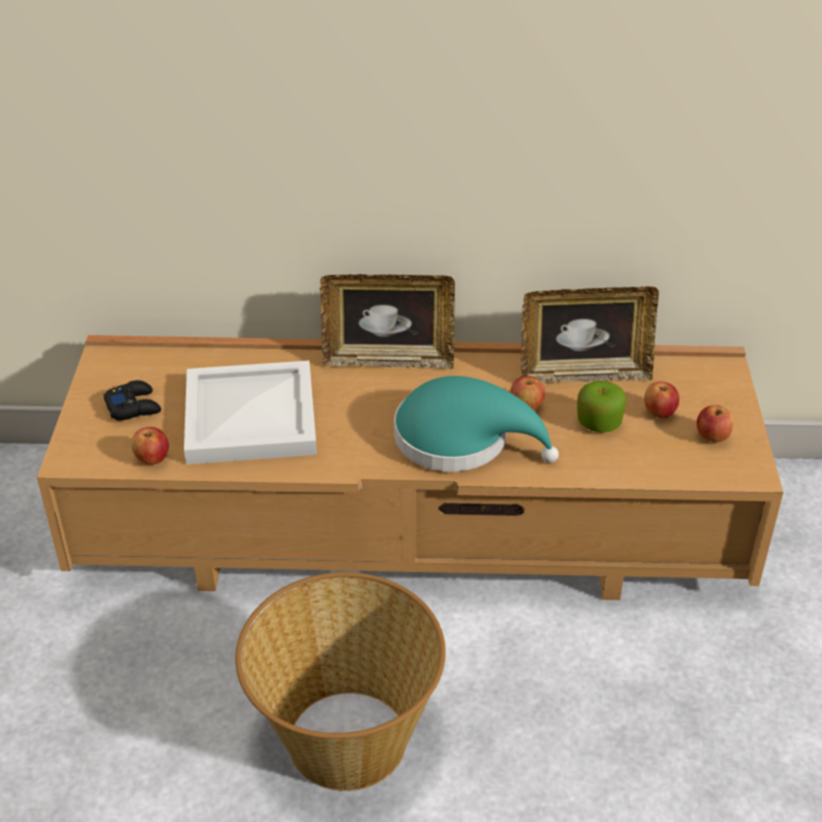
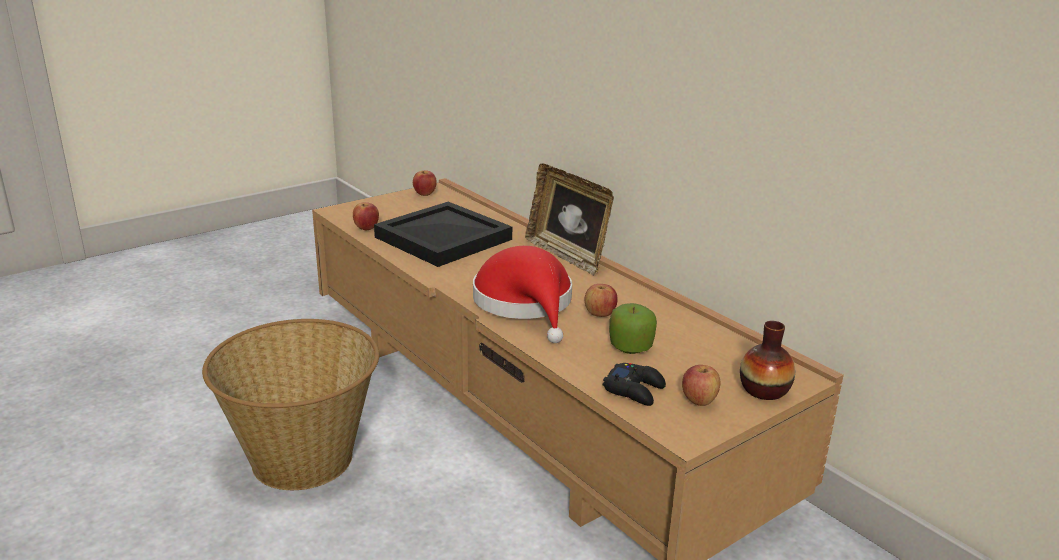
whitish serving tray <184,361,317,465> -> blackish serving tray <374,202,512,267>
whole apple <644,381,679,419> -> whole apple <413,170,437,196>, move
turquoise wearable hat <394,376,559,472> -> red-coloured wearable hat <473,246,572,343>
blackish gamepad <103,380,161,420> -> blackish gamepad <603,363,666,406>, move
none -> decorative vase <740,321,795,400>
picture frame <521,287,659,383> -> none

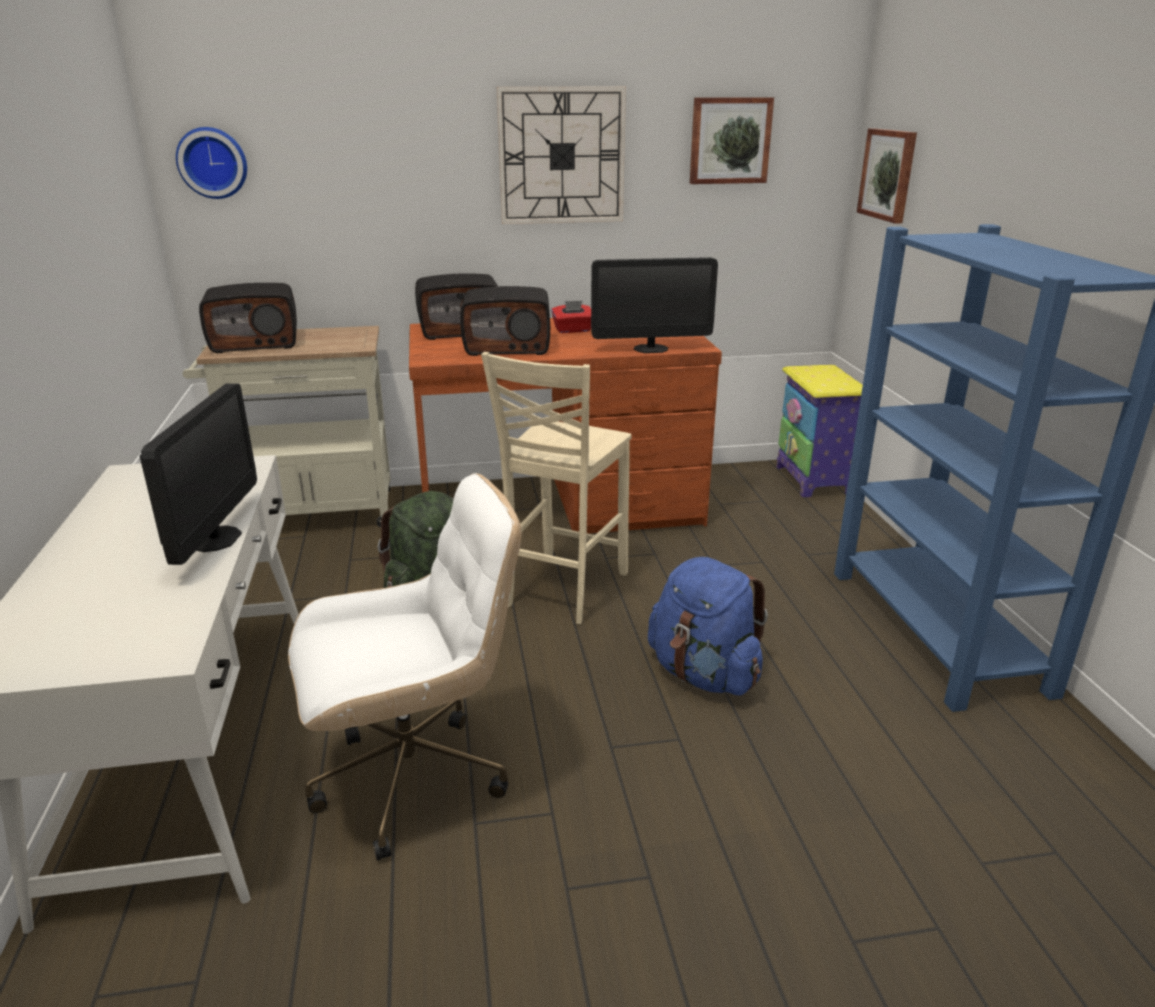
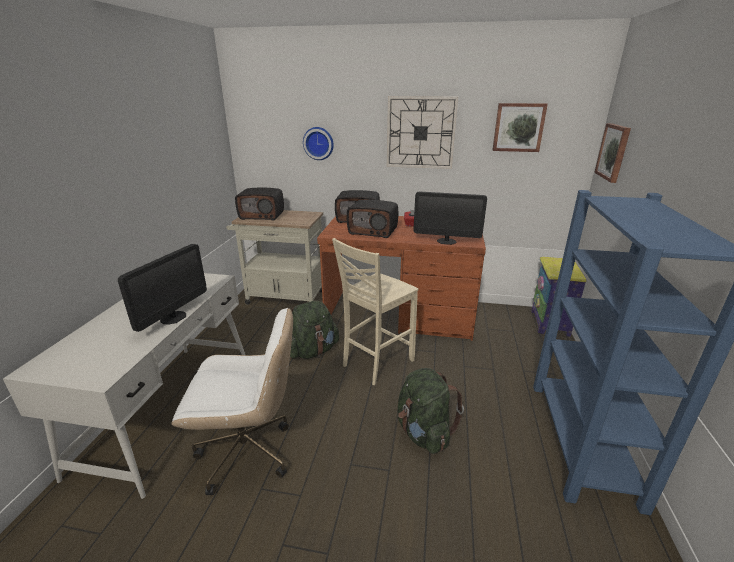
clock on the wall <176,127,247,199> -> clock on the wall <303,127,334,160>, move
bluish backpack <648,557,768,696> -> green-coloured backpack <398,368,464,454>

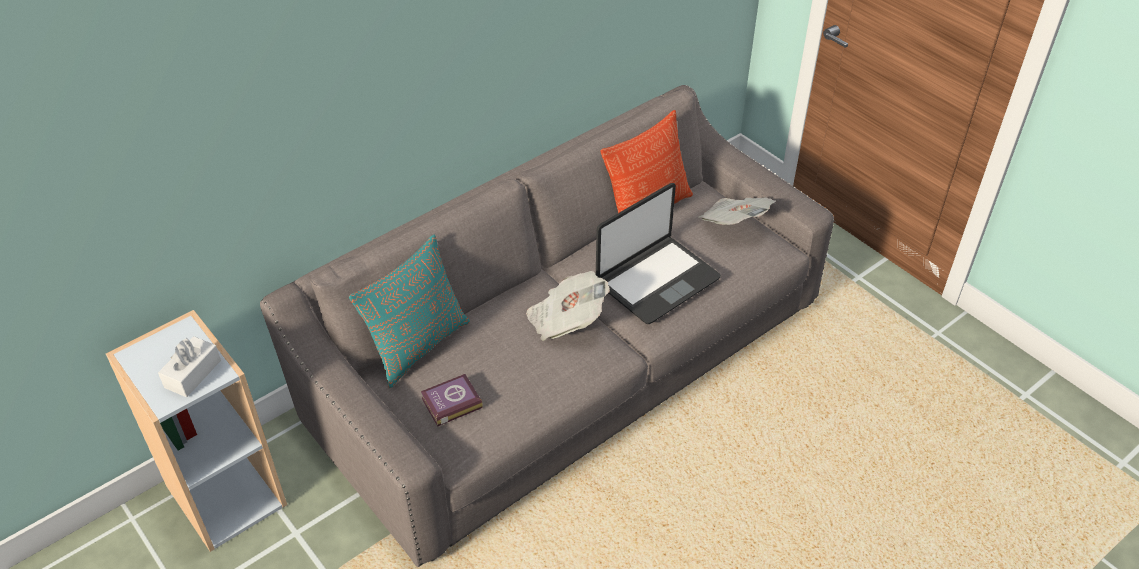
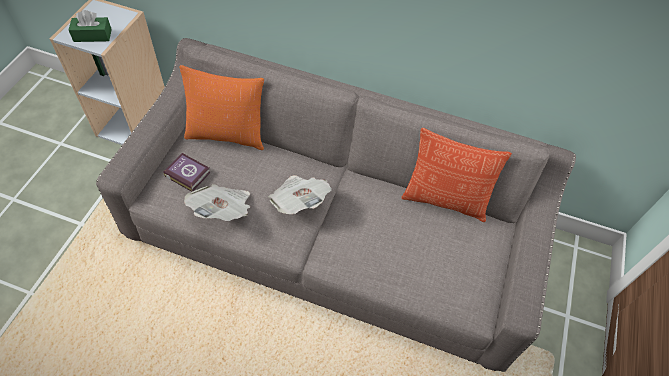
whitish tissue box <158,336,221,397> -> green-coloured tissue box <69,10,112,42>
turquoise throw pillow <349,235,470,388> -> orangey throw pillow <180,65,264,150>
daily paper <698,197,776,225> -> daily paper <184,184,250,221>, move
laptop <596,183,721,324> -> none

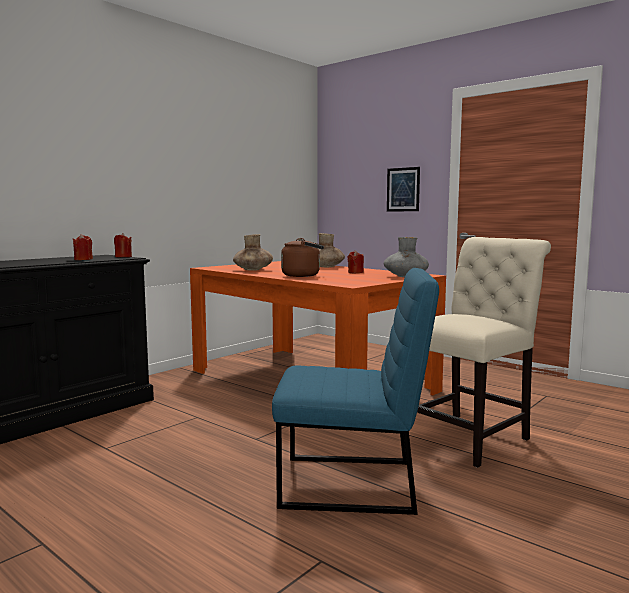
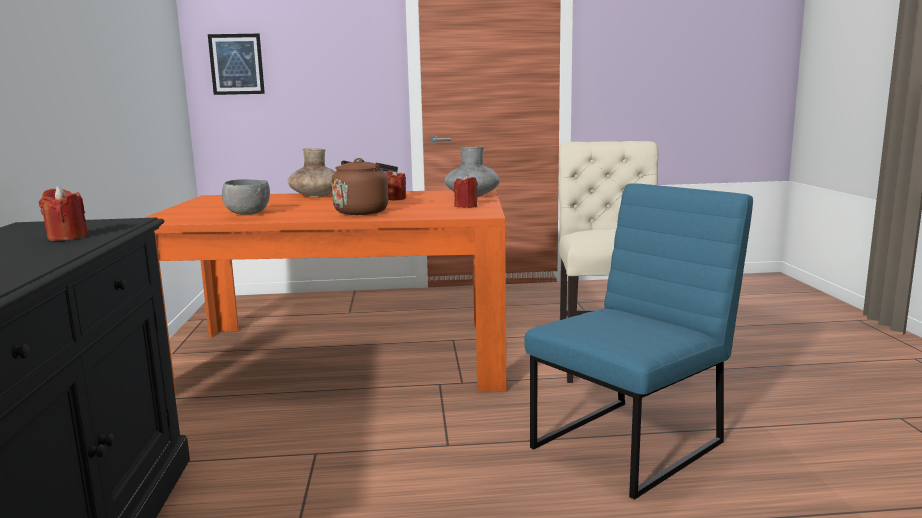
wall art <387,167,420,211> -> wall art <208,34,265,95>, move
brown decorative vase <233,234,273,271> -> grey serving bowl <222,179,270,215>
red-coloured candle <114,233,132,257> -> red-coloured candle <454,174,478,208>, move

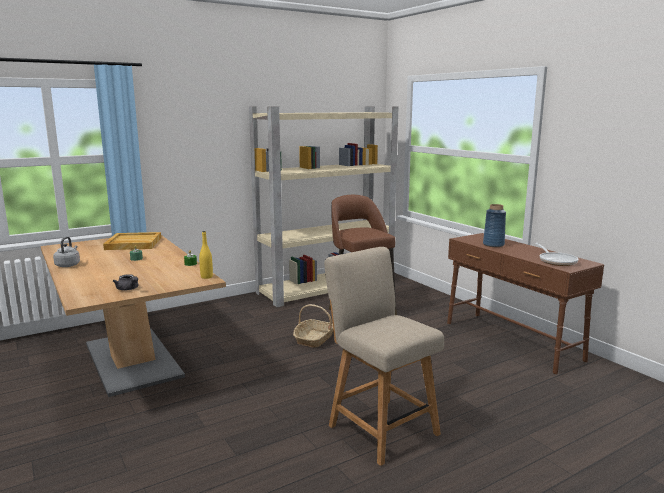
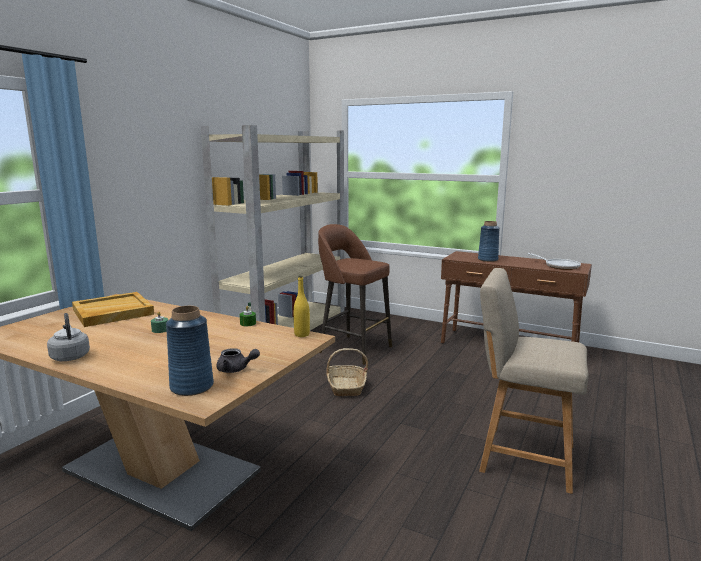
none -> bluish decorative vase <166,306,214,396>

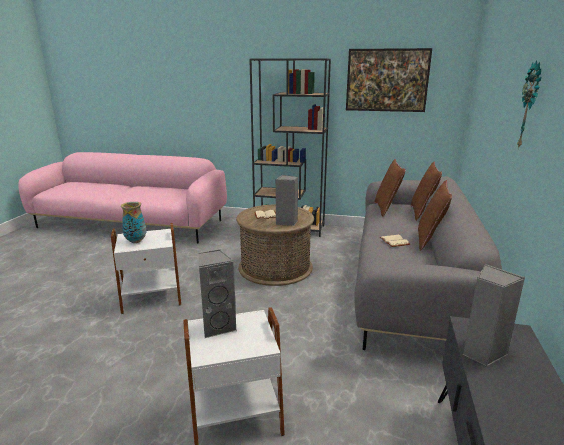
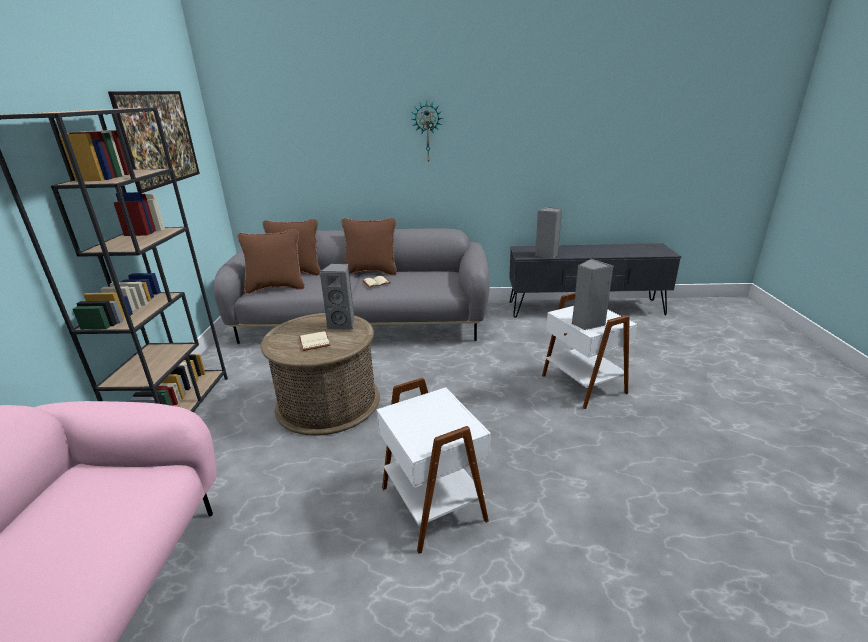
decorative vase <121,202,147,243> -> none

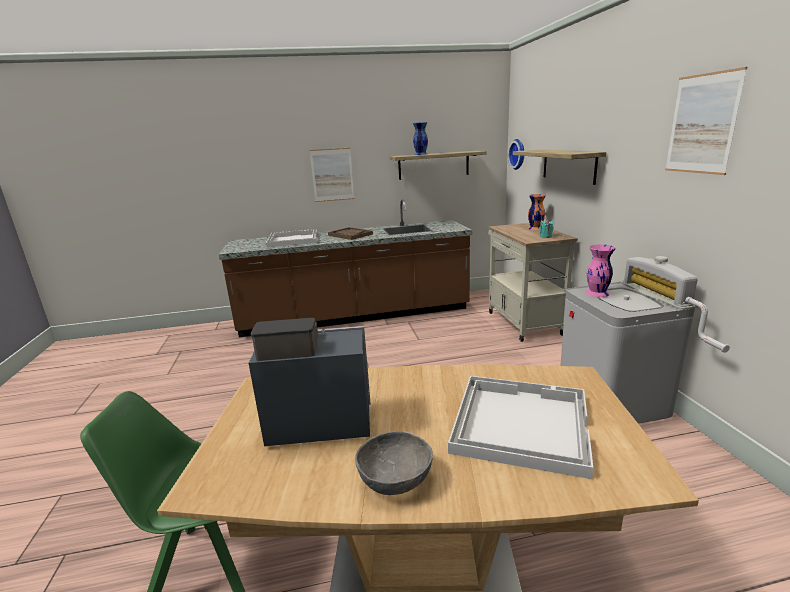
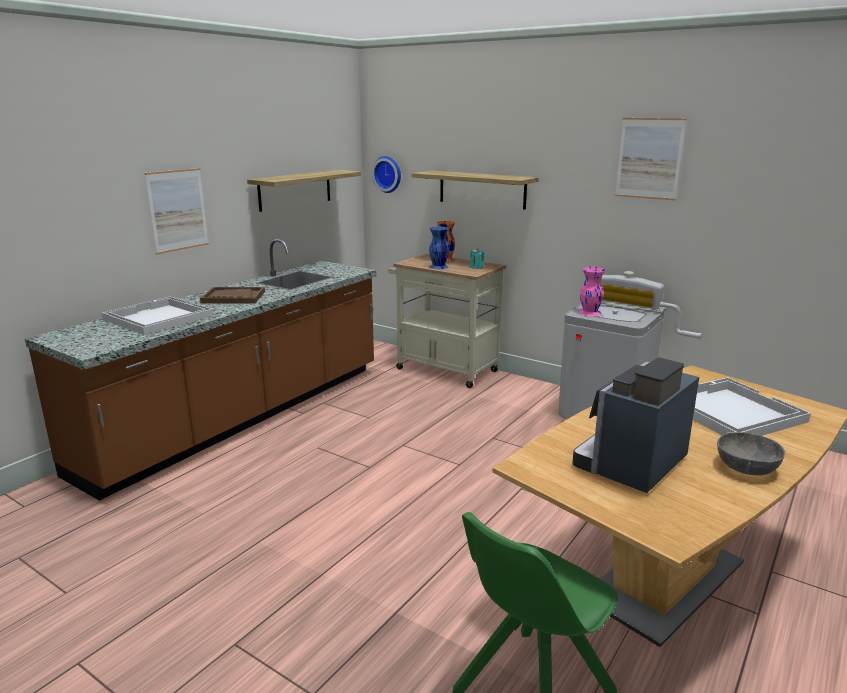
bluish decorative vase <413,122,428,155> -> bluish decorative vase <429,226,449,269>, move

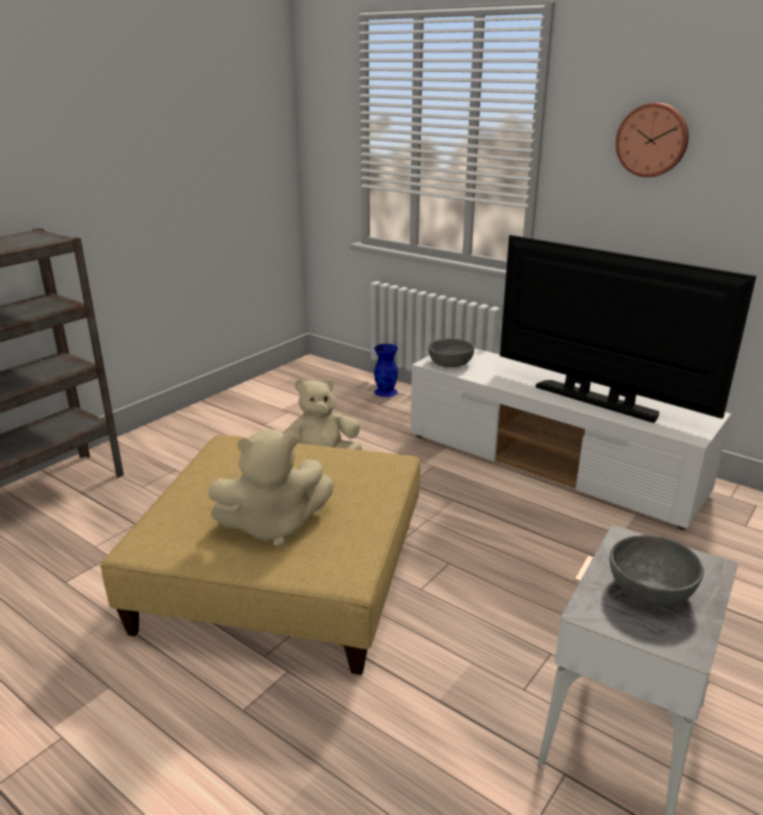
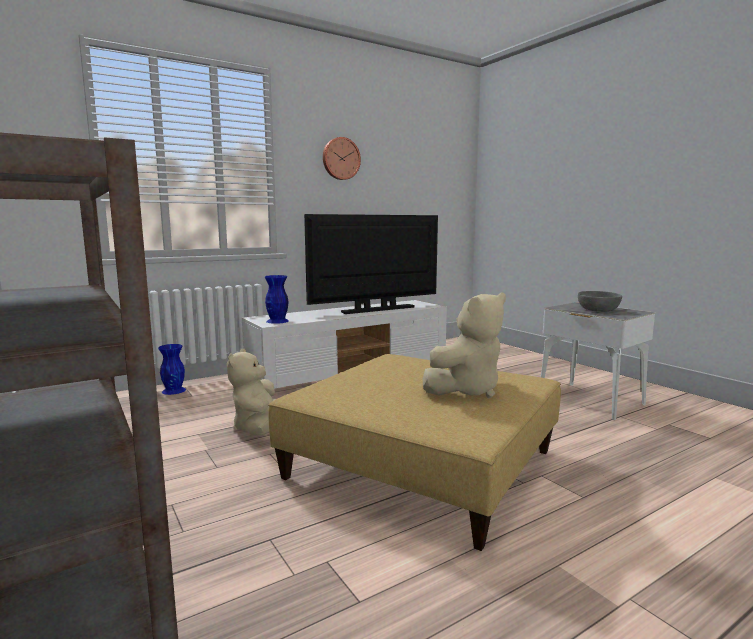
grey serving bowl <428,339,474,367> -> bluish decorative vase <265,275,289,324>
sand-coloured plush toy <208,429,334,547> -> sand-coloured plush toy <423,293,506,398>, 45 degrees clockwise

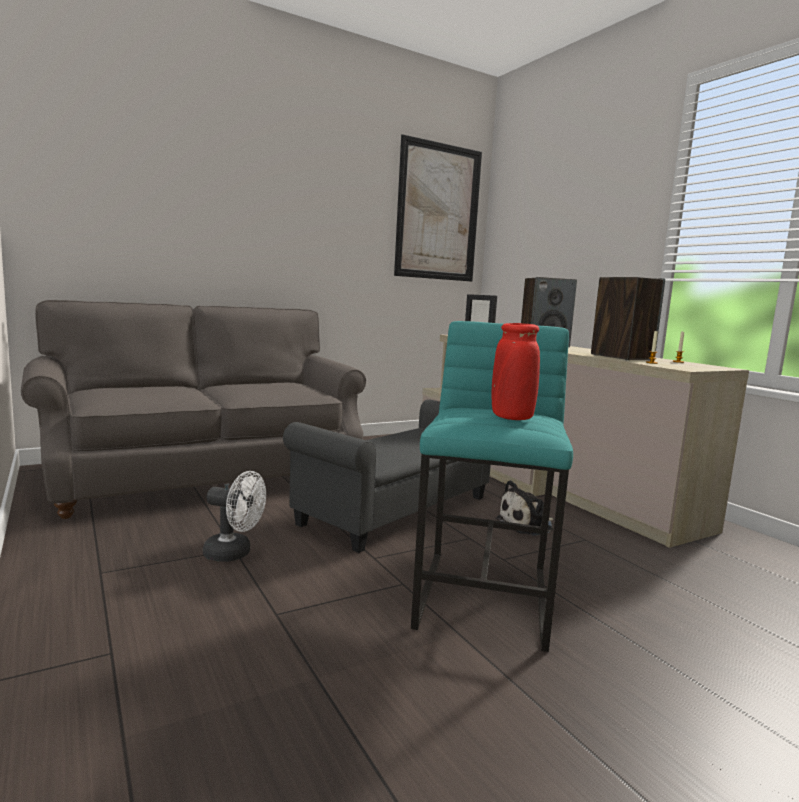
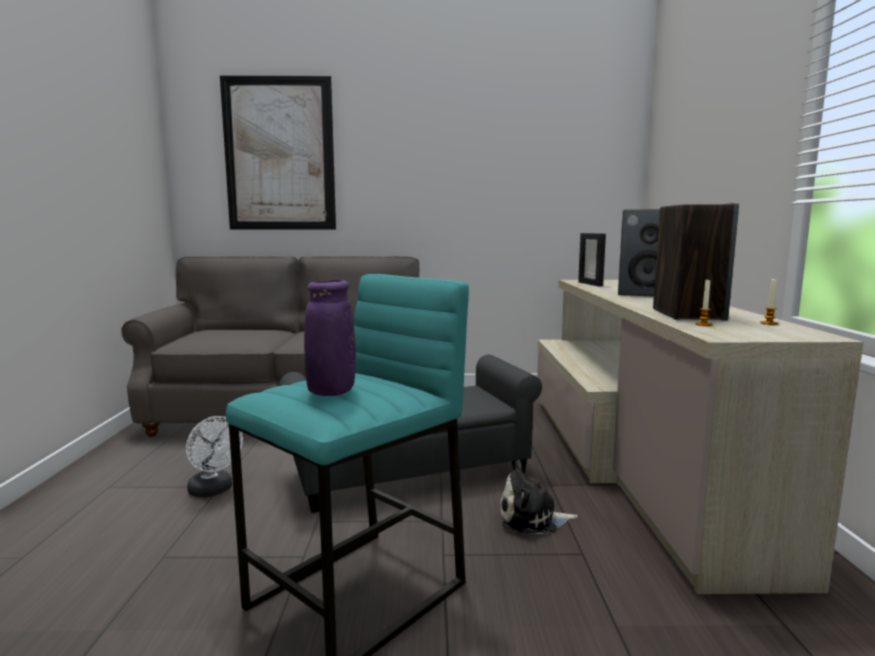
wall art <394,134,482,282> -> wall art <220,76,336,230>, move
red-coloured decorative vase <491,323,540,420> -> purplish decorative vase <304,280,356,396>

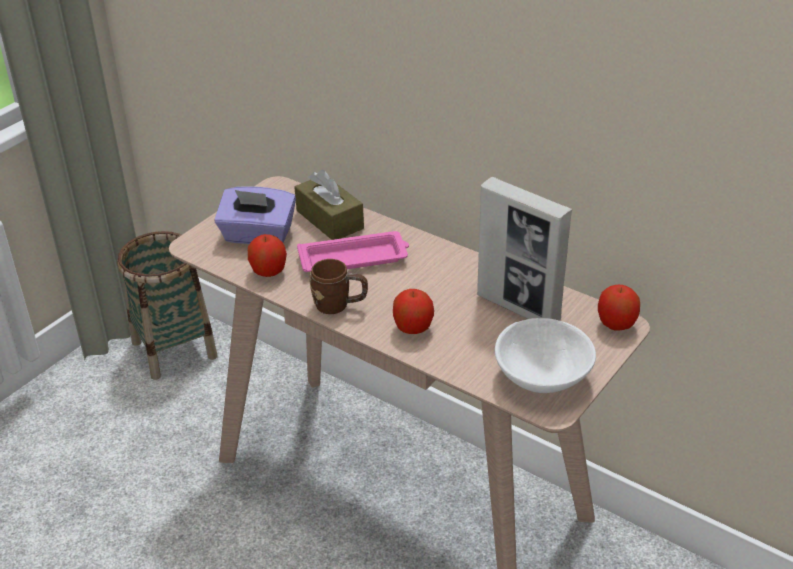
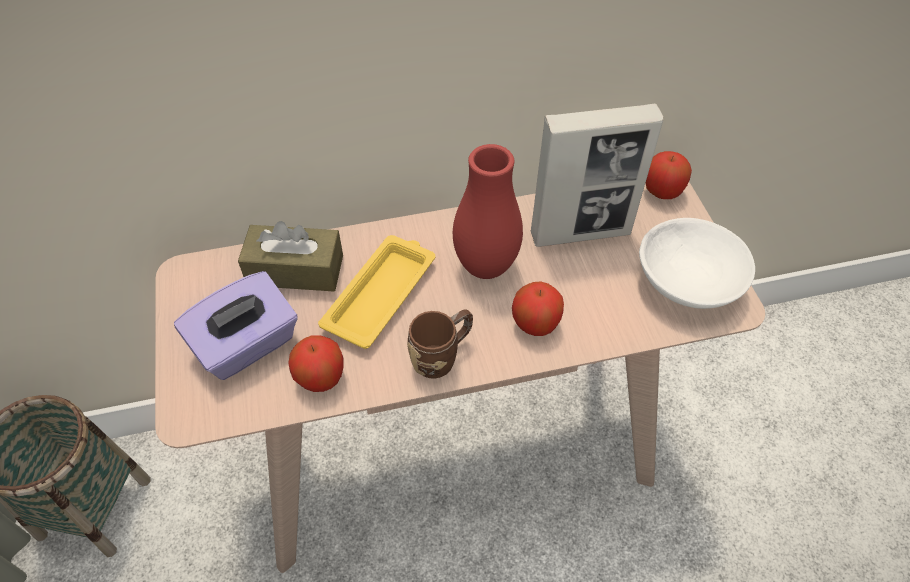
pink serving tray <297,231,409,272> -> yellow-coloured serving tray <318,235,435,349>
none -> red-coloured decorative vase <453,144,523,279>

